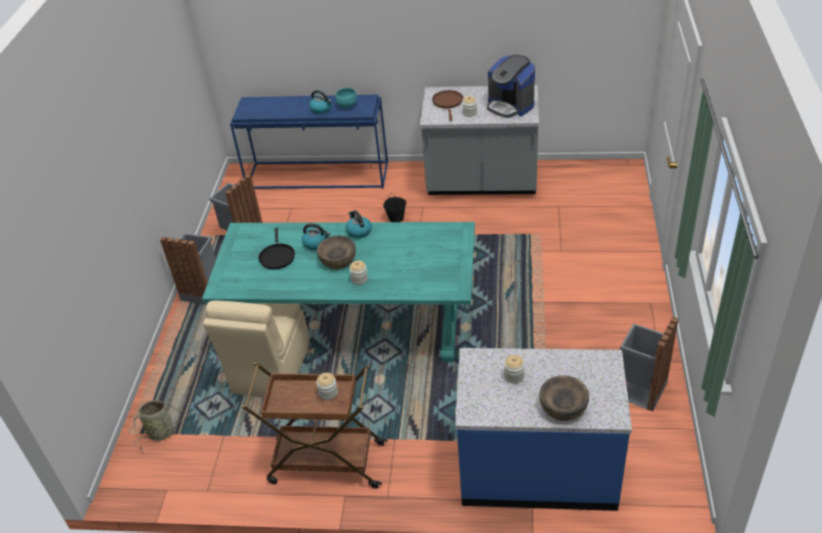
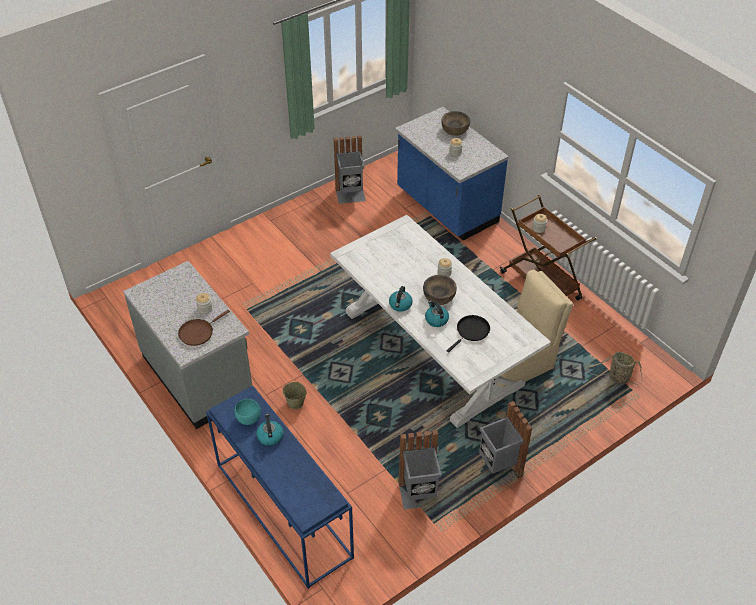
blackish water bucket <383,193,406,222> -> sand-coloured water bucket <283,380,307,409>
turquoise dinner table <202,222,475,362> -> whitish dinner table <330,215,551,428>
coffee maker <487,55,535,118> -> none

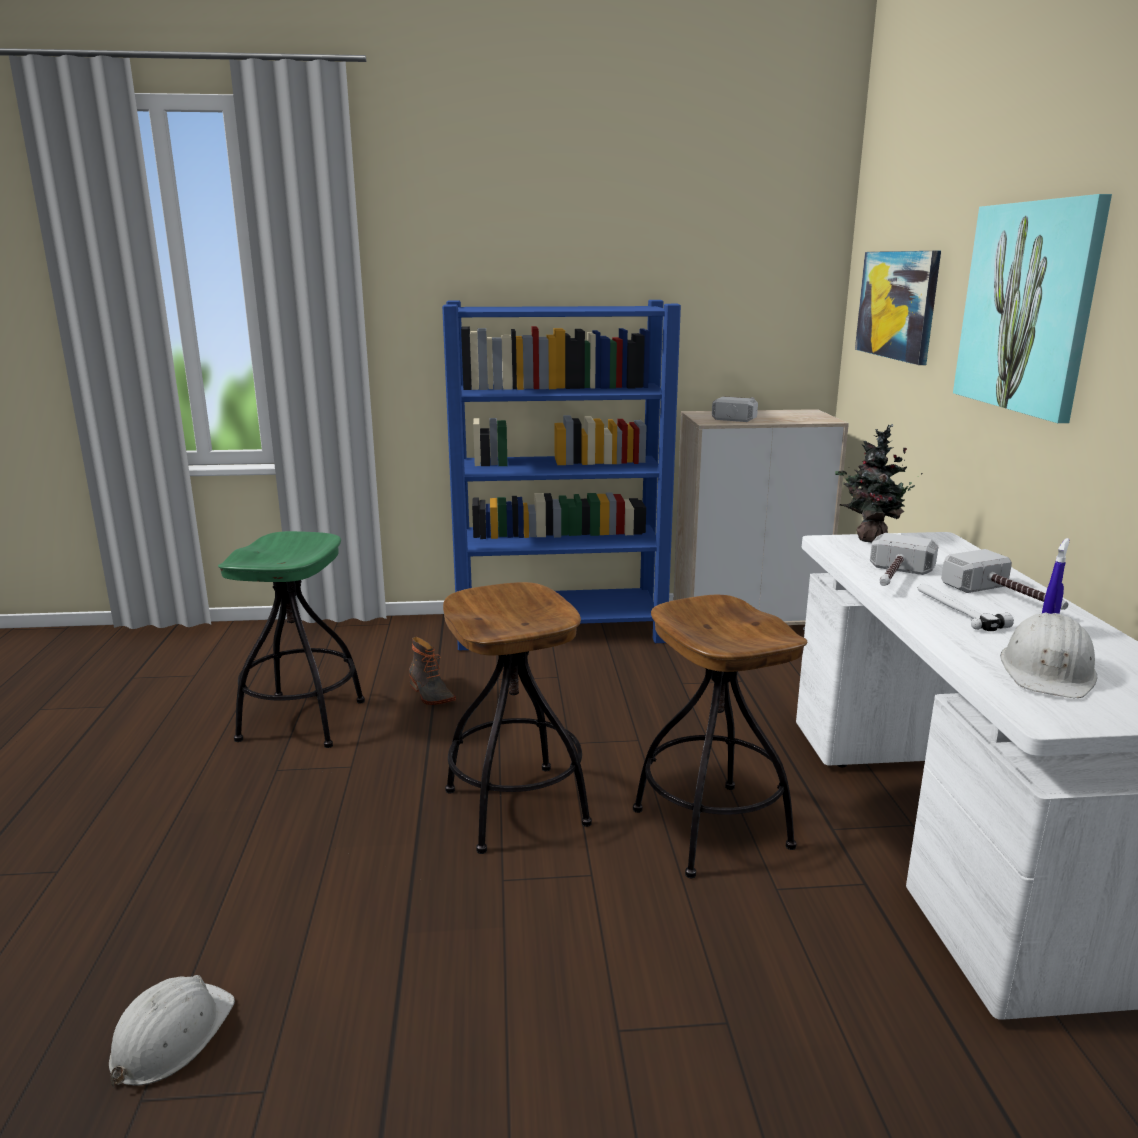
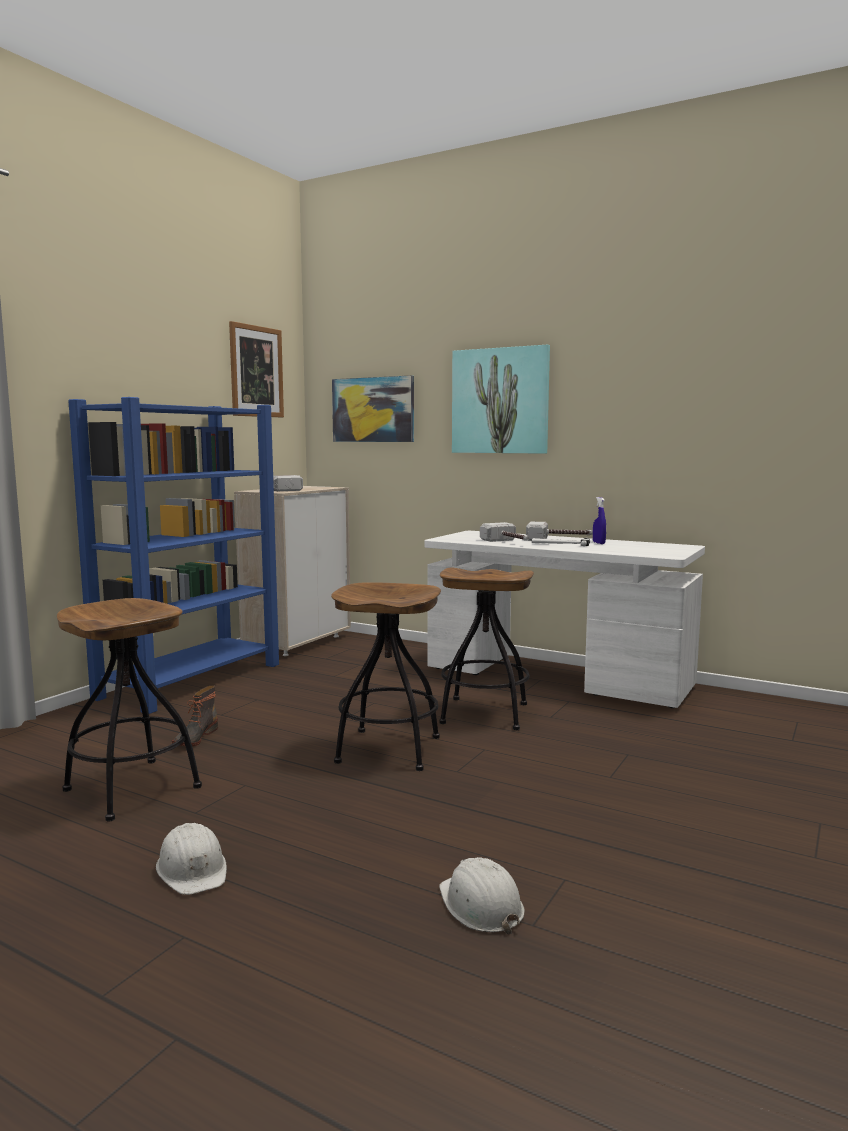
green-coloured stool seat <218,531,365,748> -> brown stool seat <57,598,202,822>
whitish hard hat <1000,613,1097,698> -> whitish hard hat <156,823,227,895>, move
tall boot <409,637,456,705> -> tall boot <172,685,218,746>, 105 degrees clockwise
none -> wall art <229,321,284,417>
houseplant <835,424,922,542> -> none

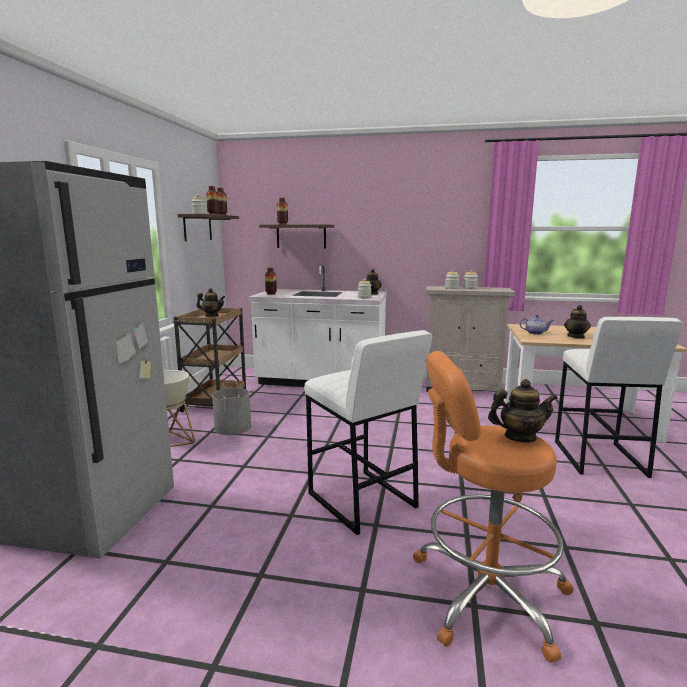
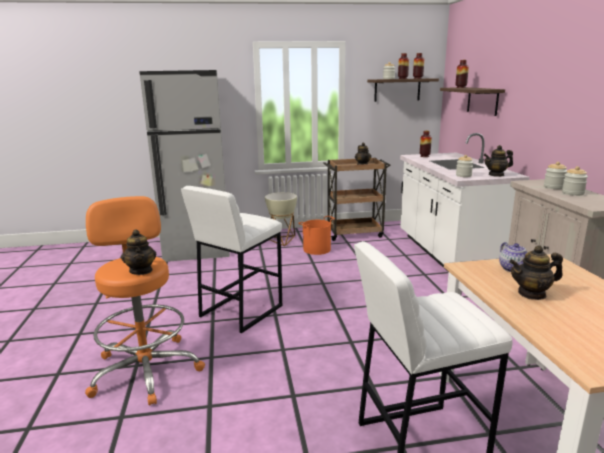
grey water bucket <212,381,251,435> -> orangey water bucket <298,216,335,255>

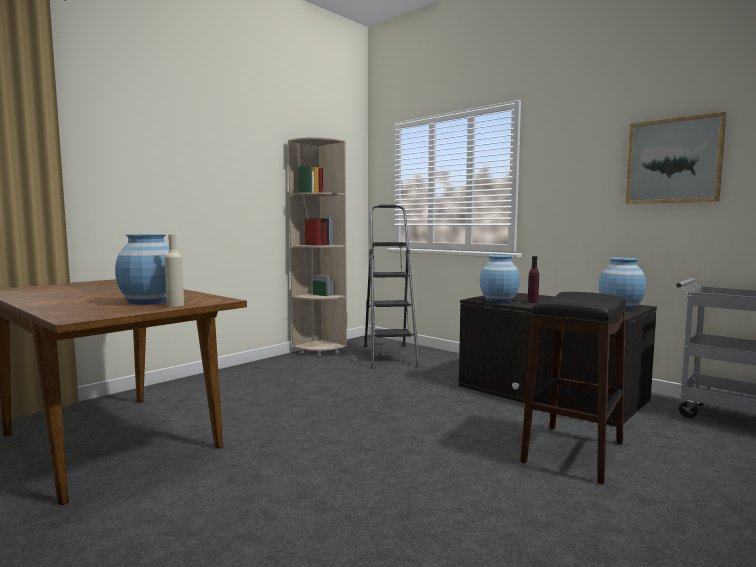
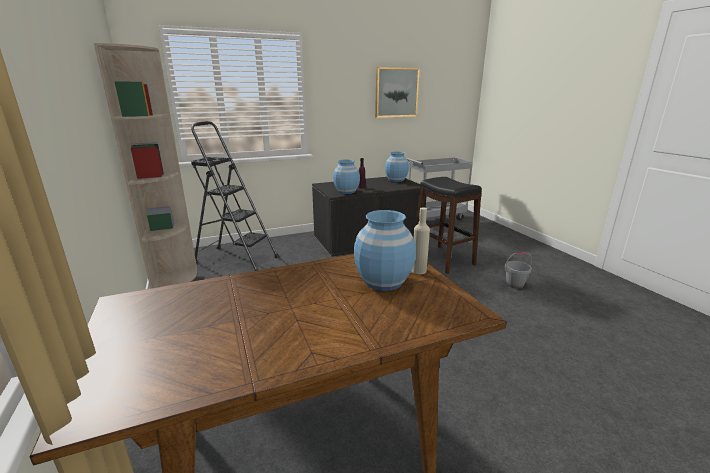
none -> grey water bucket <505,252,532,289>

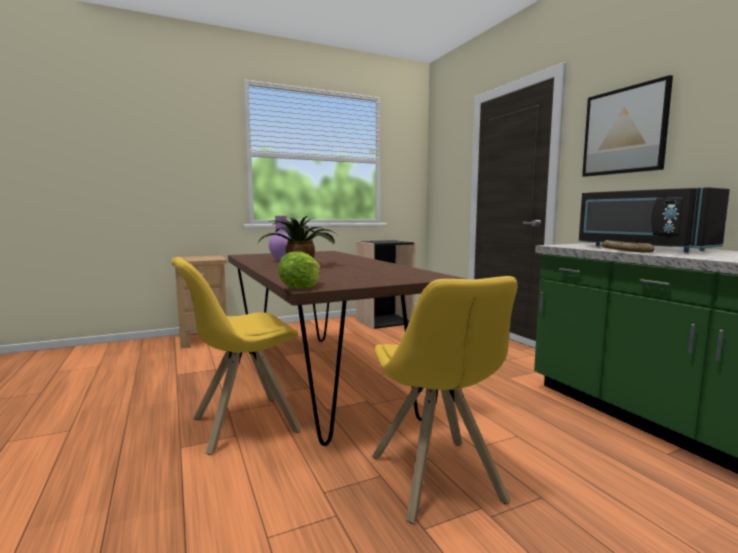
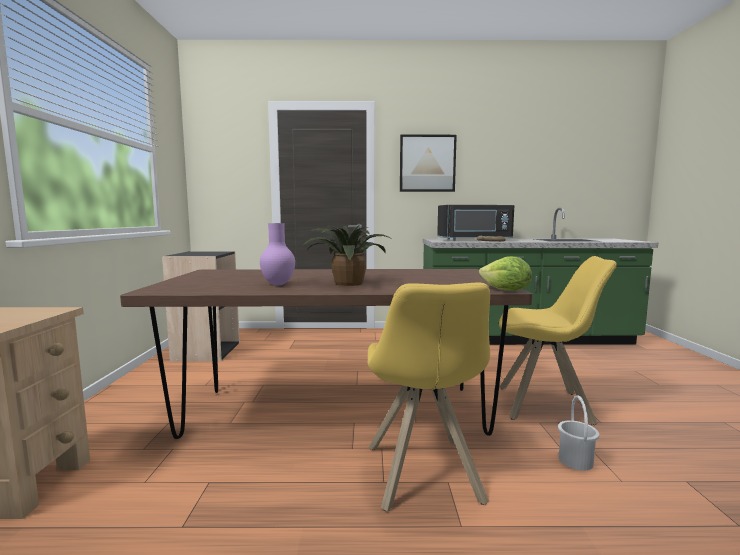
none -> whitish water bucket <558,395,599,471>

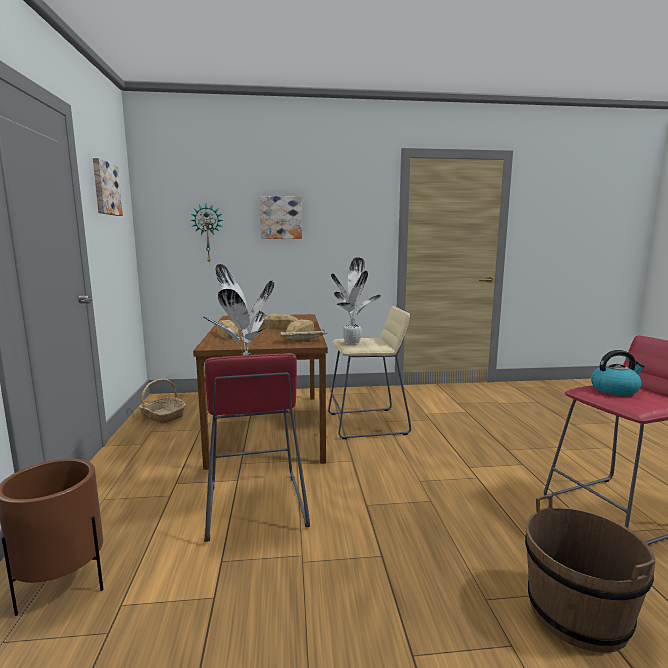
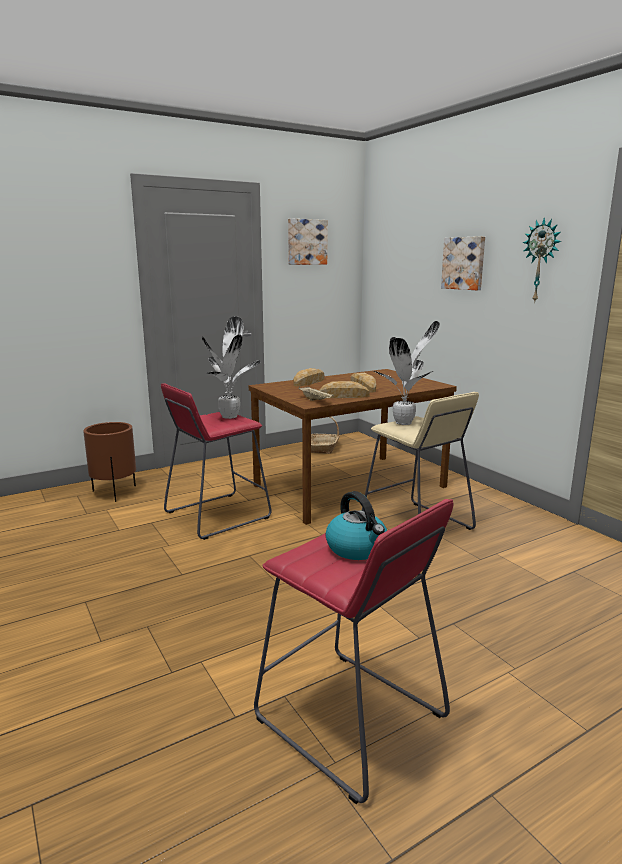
clock on the wall <191,204,223,262> -> clock on the wall <523,217,562,303>, move
brown water bucket <525,494,656,653> -> none

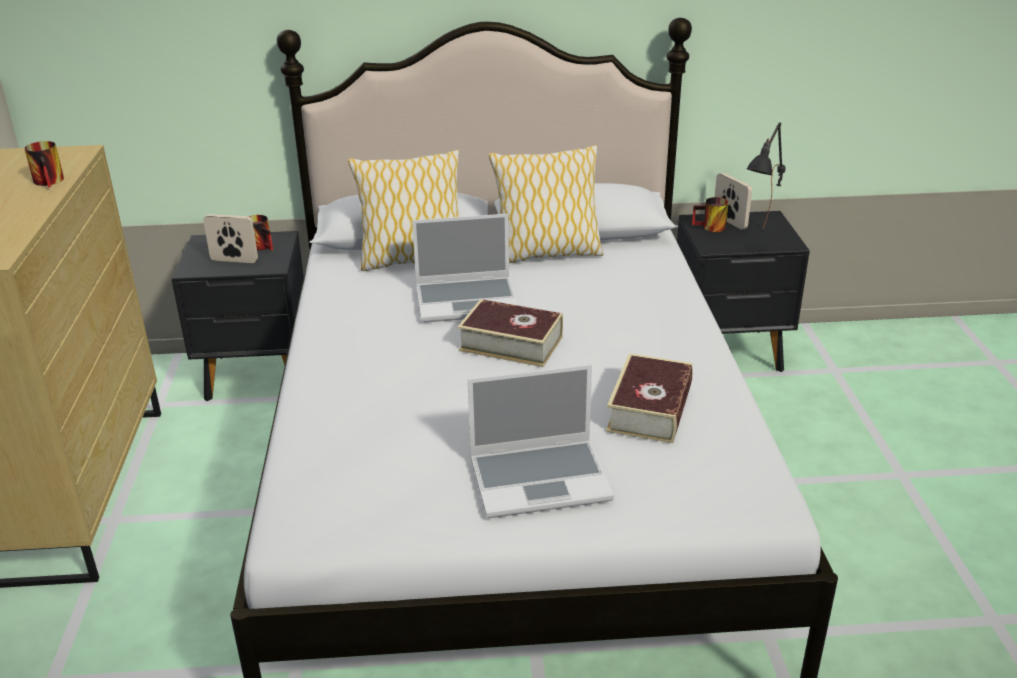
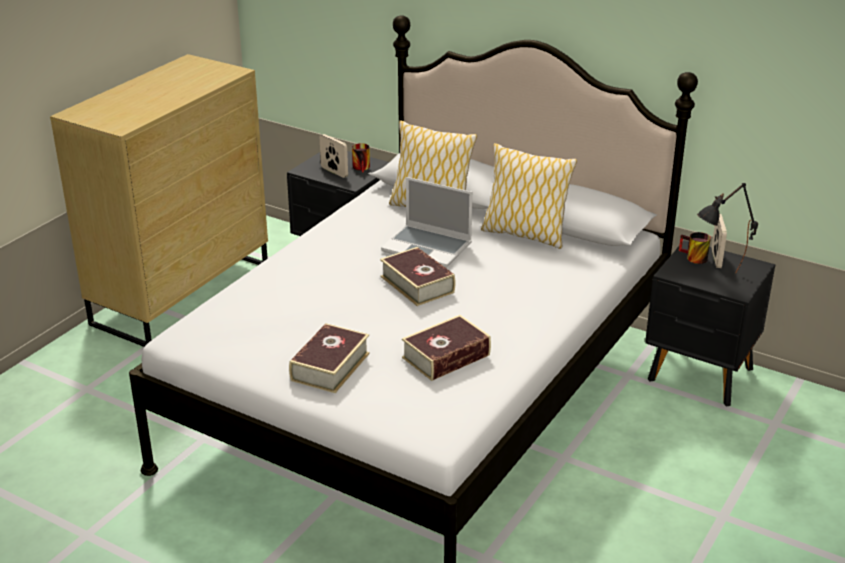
laptop <468,364,614,518> -> bound book <289,323,370,393>
tea mug <24,141,64,187> -> none

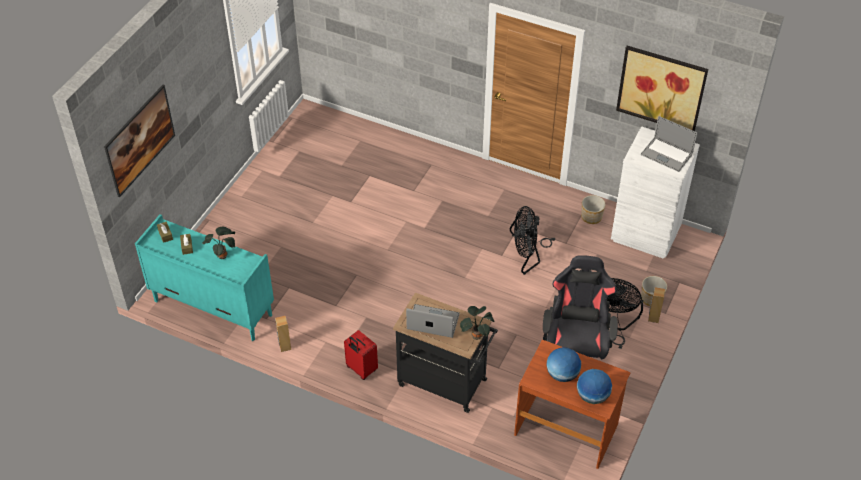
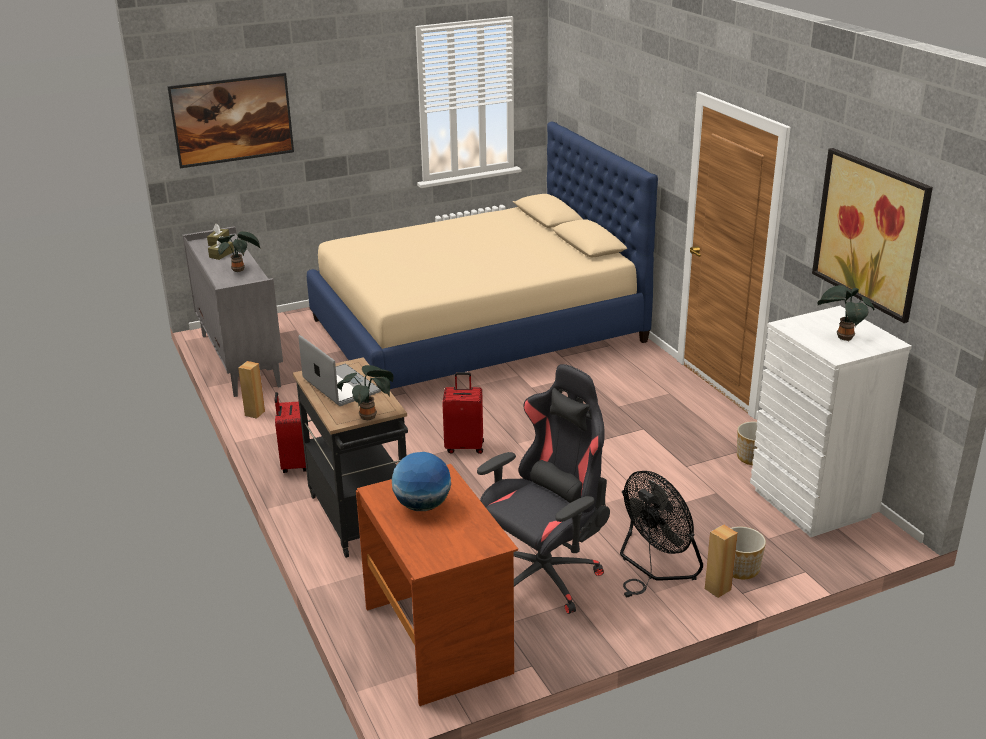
turquoise cupboard <135,214,274,341> -> grey cupboard <182,226,283,397>
none -> sand-coloured bed <307,122,658,389>
none -> red-coloured suitcase <442,372,484,454>
laptop <641,116,697,172> -> houseplant <817,285,875,341>
blackish electric fan <510,206,556,275> -> none
world globe <577,369,612,404> -> none

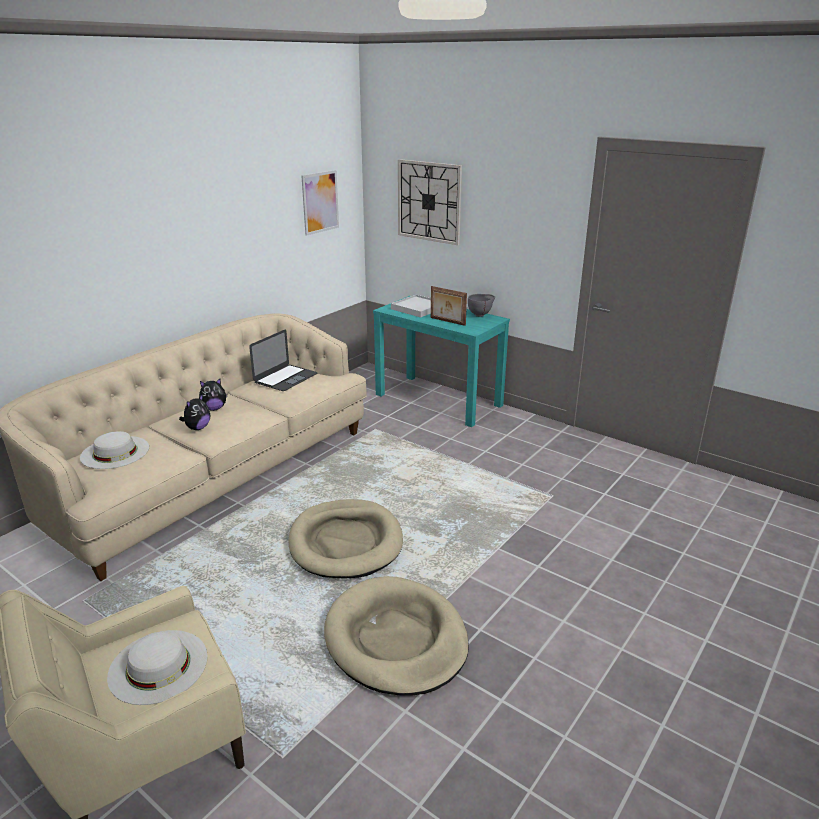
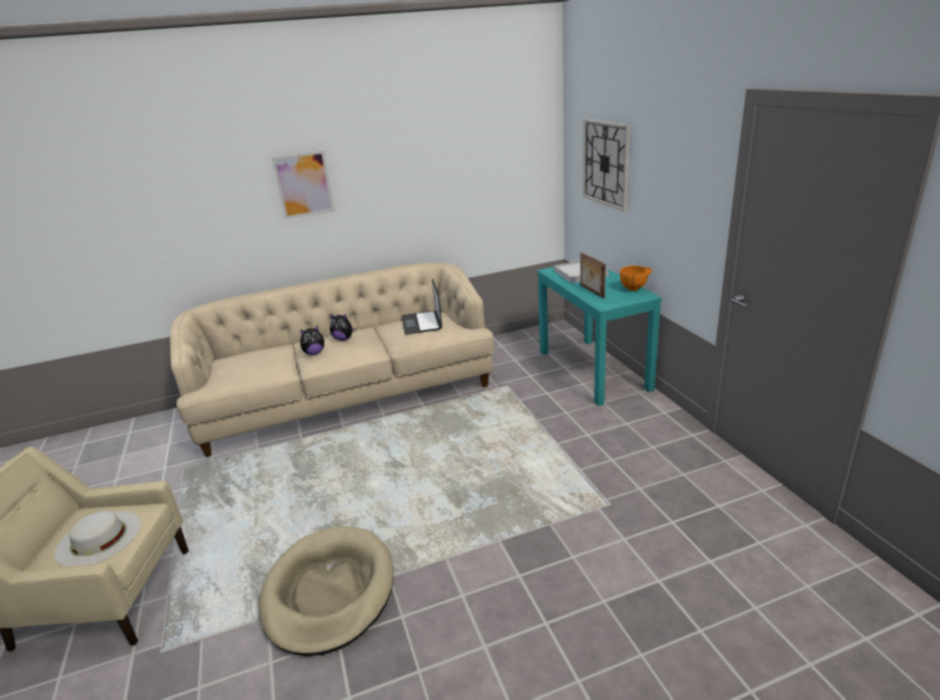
wall art <301,170,339,236> -> wall art <272,150,335,219>, move
laptop <249,330,317,391> -> laptop <401,279,442,334>, 105 degrees clockwise
grey serving bowl <468,294,495,317> -> orangey serving bowl <620,266,652,291>
whitish wearable hat <80,431,149,469> -> none
sand-coloured pet bed <289,499,403,579> -> none

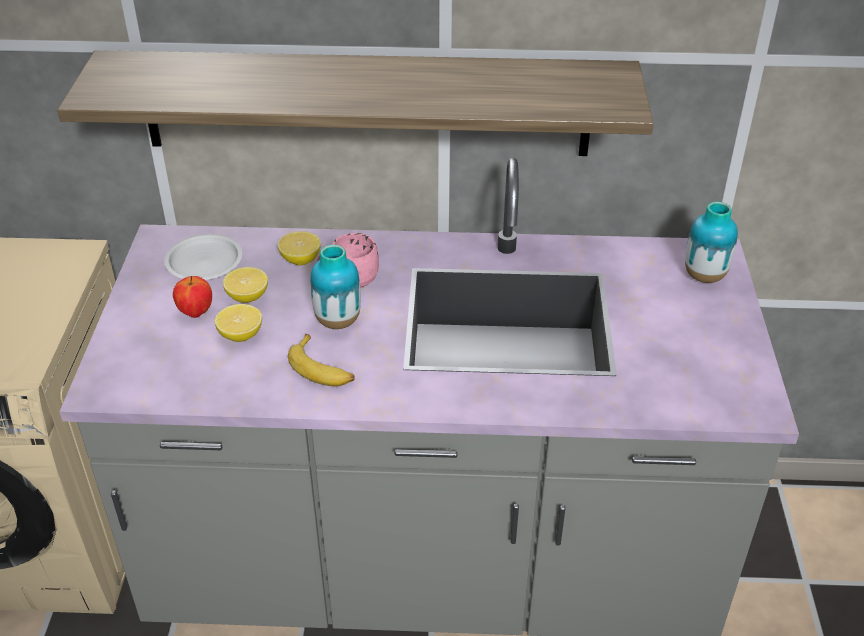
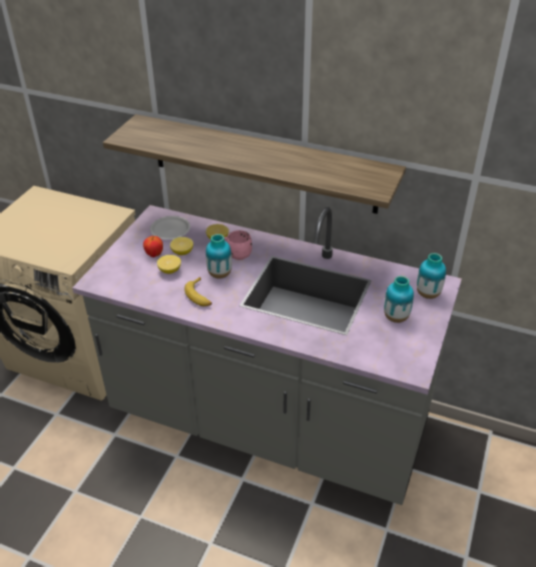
none -> decorative vase <384,276,414,323>

